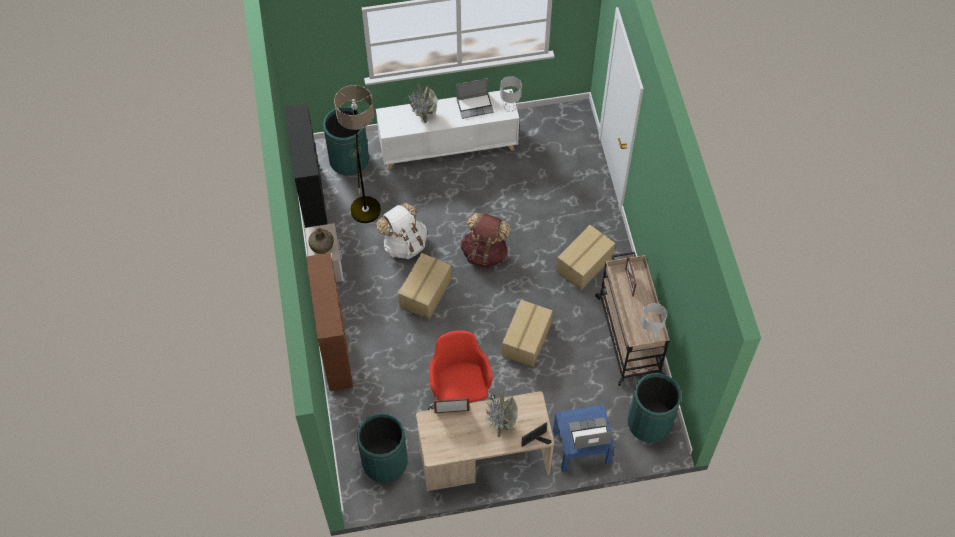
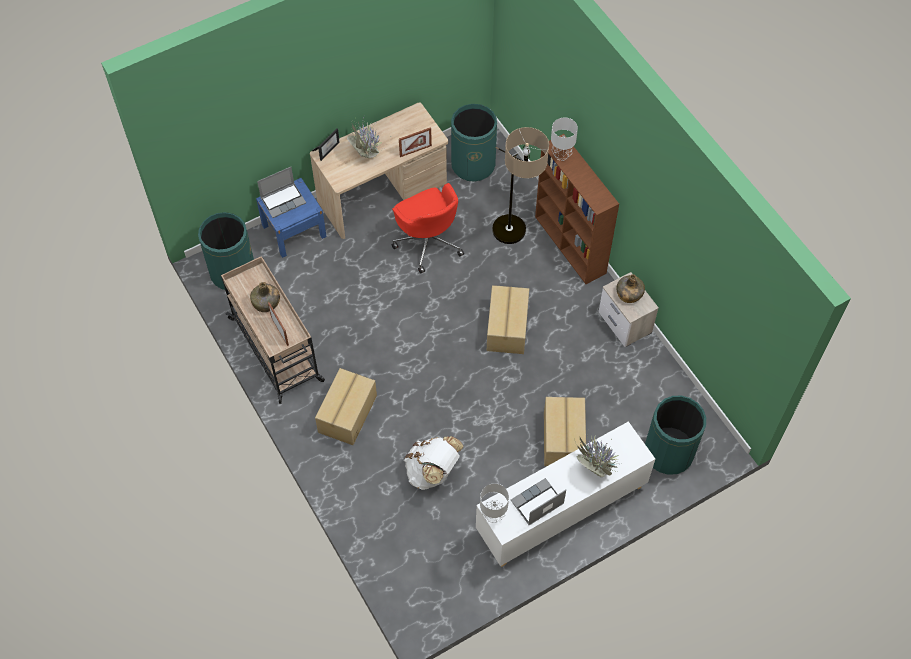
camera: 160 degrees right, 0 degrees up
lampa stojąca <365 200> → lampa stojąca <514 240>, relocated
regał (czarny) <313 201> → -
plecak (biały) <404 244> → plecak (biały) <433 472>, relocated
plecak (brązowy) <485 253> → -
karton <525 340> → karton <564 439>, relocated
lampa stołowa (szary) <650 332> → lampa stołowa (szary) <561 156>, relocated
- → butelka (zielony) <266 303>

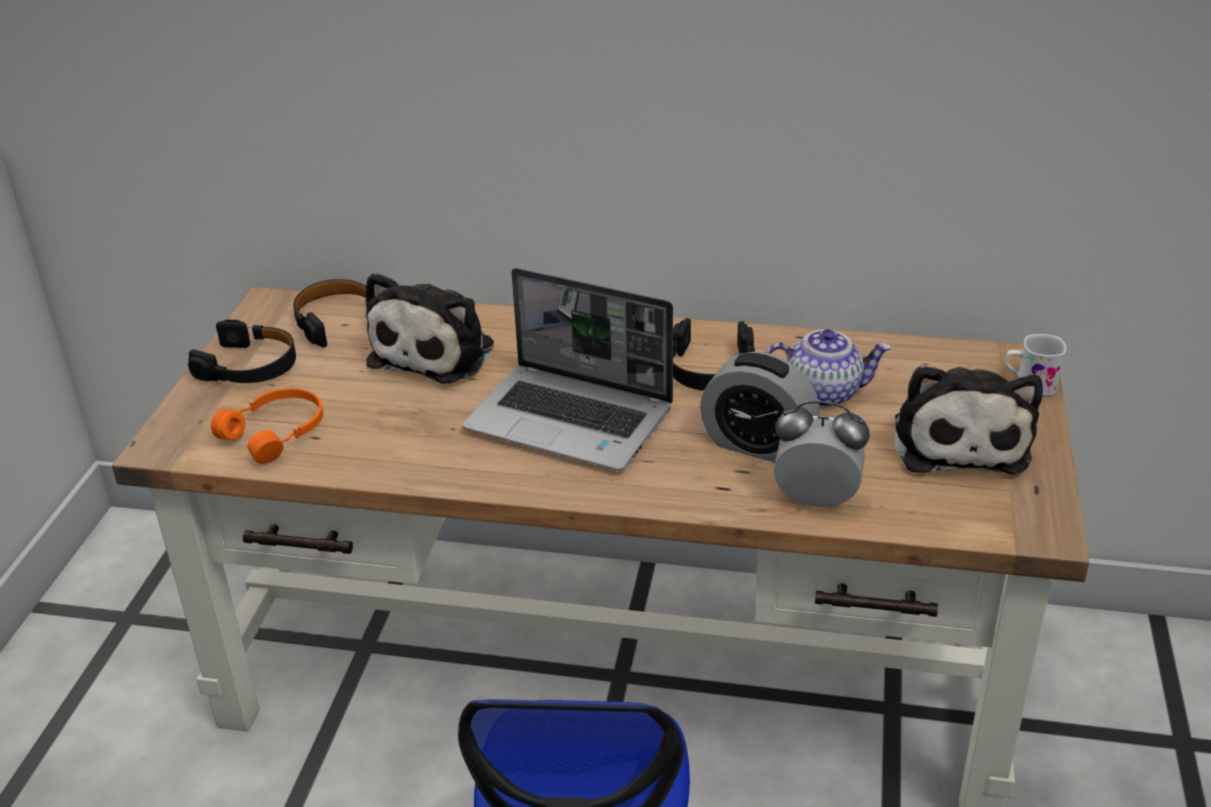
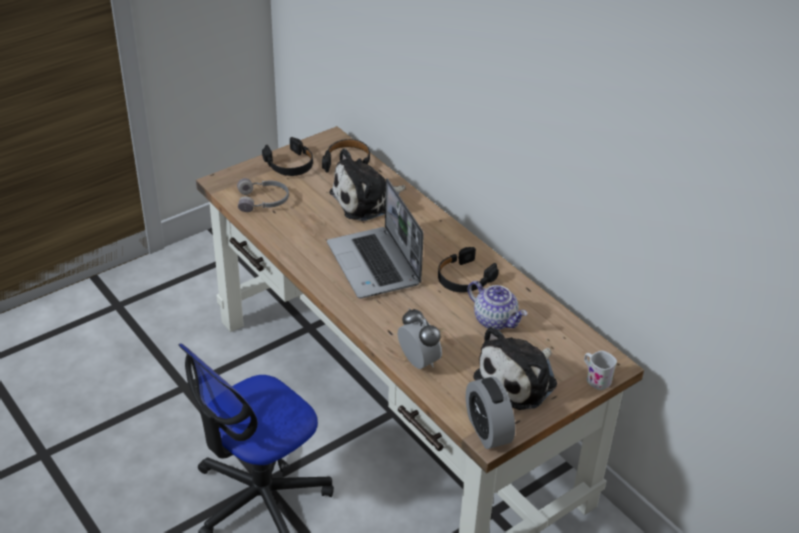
camera: 40 degrees right, 5 degrees up
budzik <757 445> → budzik <487 430>, relocated
słuchawki (pomarańczowy) <277 433> → słuchawki (szary) <263 201>

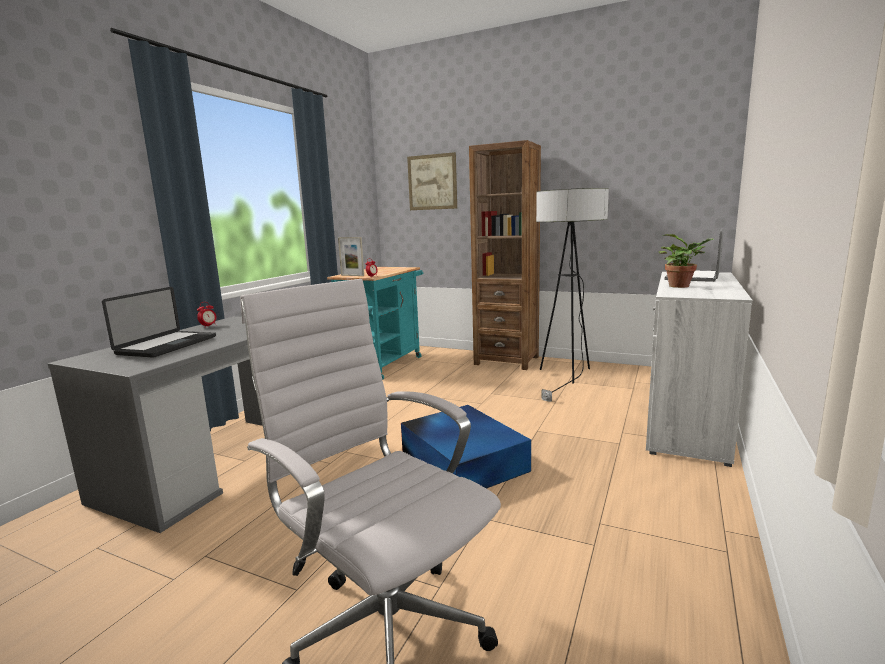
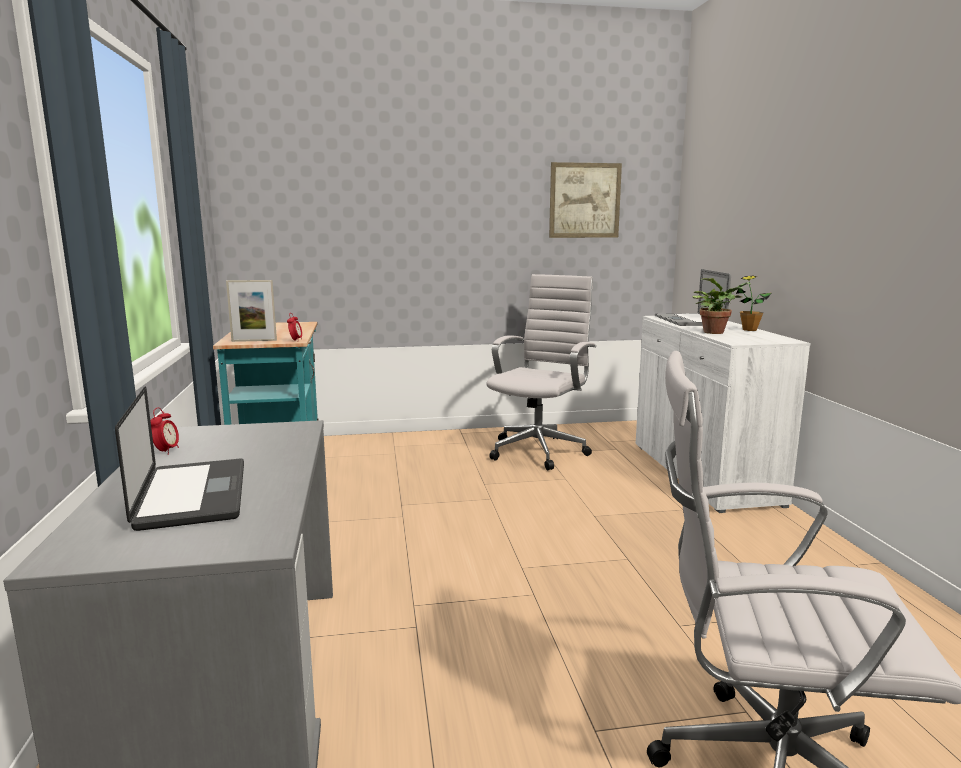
camera: 35 degrees left, 0 degrees up
regał (brązowy) <506 360> → -
obraz <432 182> → obraz <584 200>, relocated
lampa stojąca <566 379> → krzesło biurowe (biały) <540 450>
pojemnik do przechowywania (niebieski) <463 460> → -
- → roślina doniczkowa <749 330>

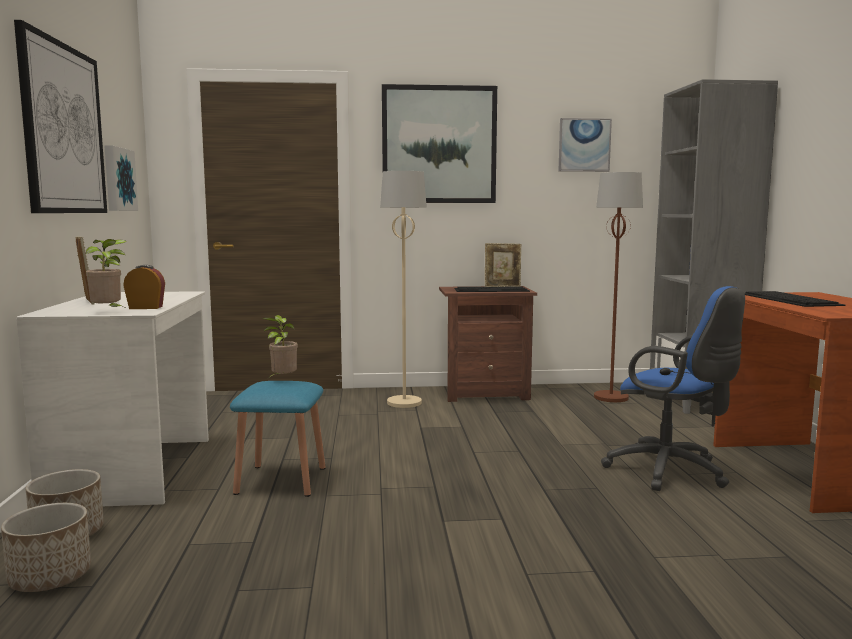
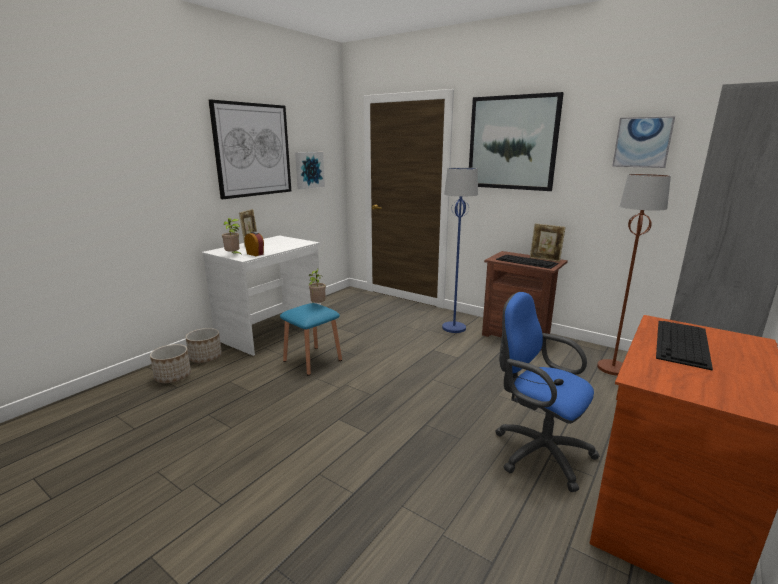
camera: 40 degrees right, 10 degrees up
lampa stojąca (beżowy) <404 402> → lampa stojąca (niebieski) <454 328>
krzesło biurowe (niebieski) <672 472> → krzesło biurowe (niebieski) <537 452>, 135 degrees clockwise

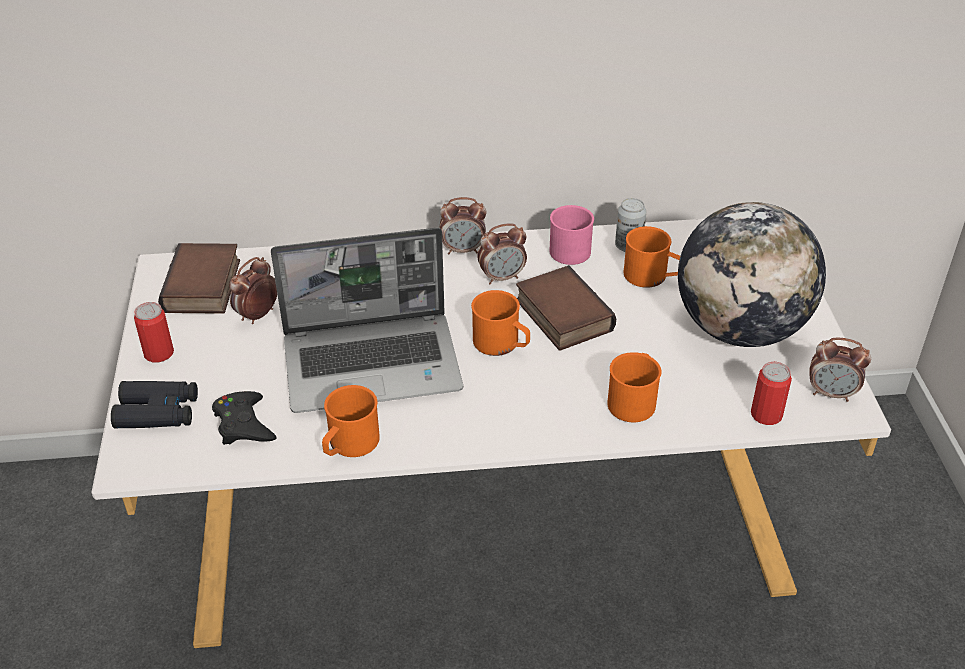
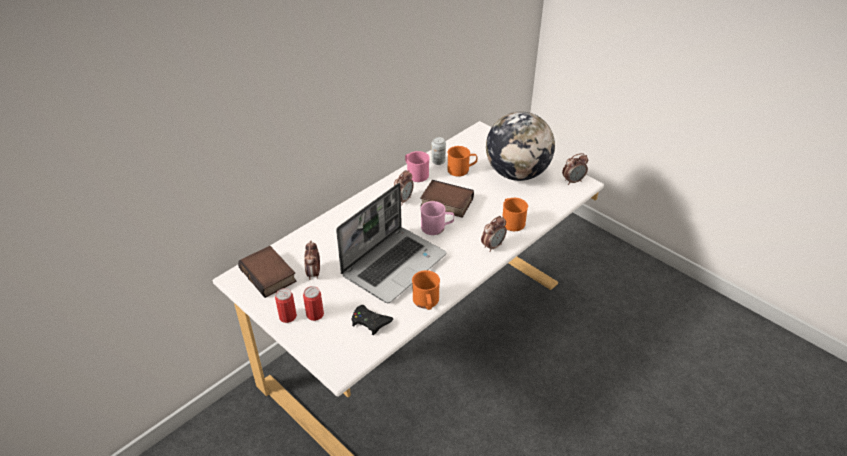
camera: 40 degrees left, 0 degrees up
budzik <463 250> → budzik <493 246>, relocated
kubek (pomarańczowy) <502 344> → kubek (różowy) <437 227>
puszka <766 415> → puszka <315 314>, relocated
lornetka (czarny) <158 412> → -

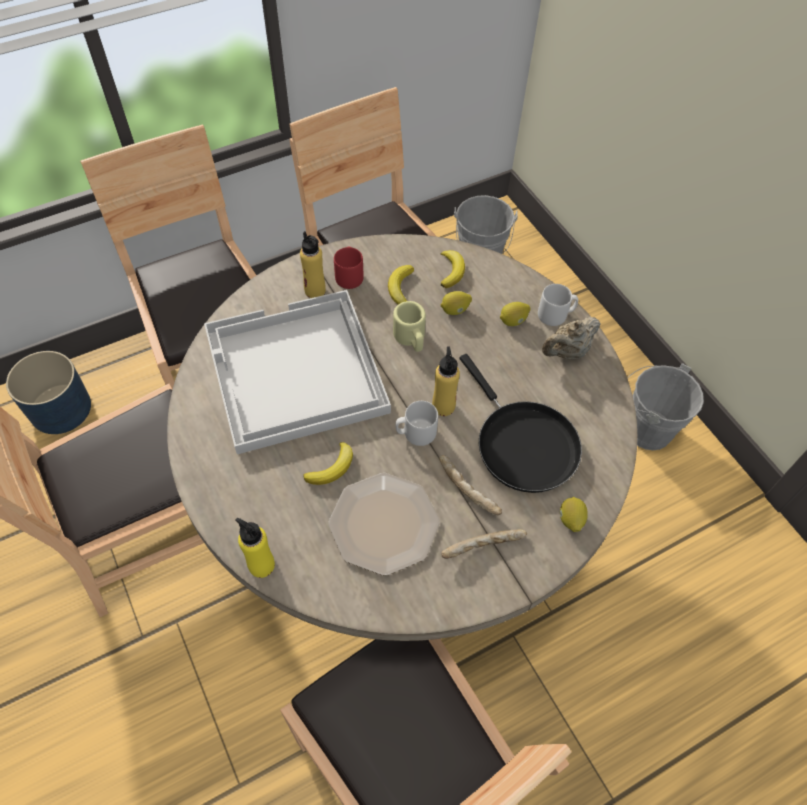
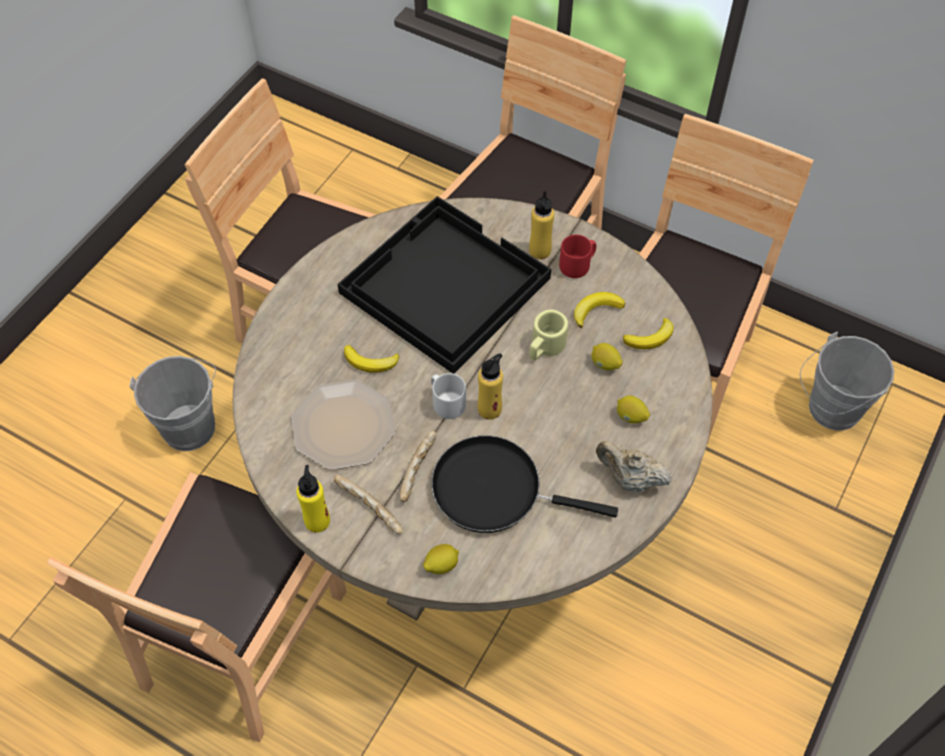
camera: 60 degrees right, 0 degrees up
kubek (szary) <555 315> → -
taca (biały) <294 373> → taca (czarny) <442 285>
donica (niebieski) <60 408> → -
patelnia (czarny) <522 444> → patelnia (czarny) <495 490>, 75 degrees clockwise
wiadro (szary) <643 427> → wiadro (szary) <190 423>, relocated
butelka (żółty) <261 565> → butelka (żółty) <317 521>, relocated

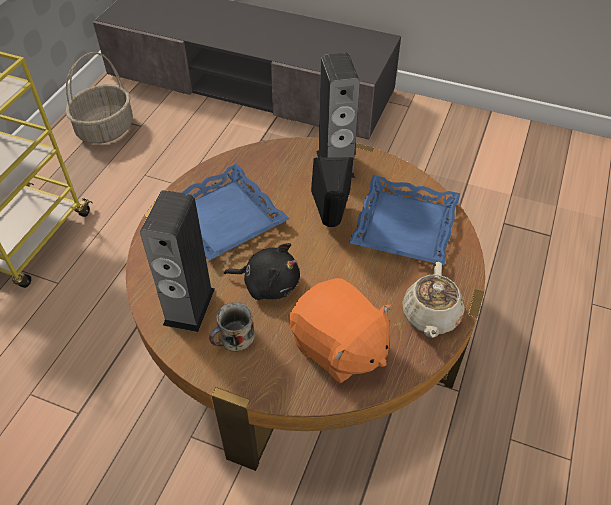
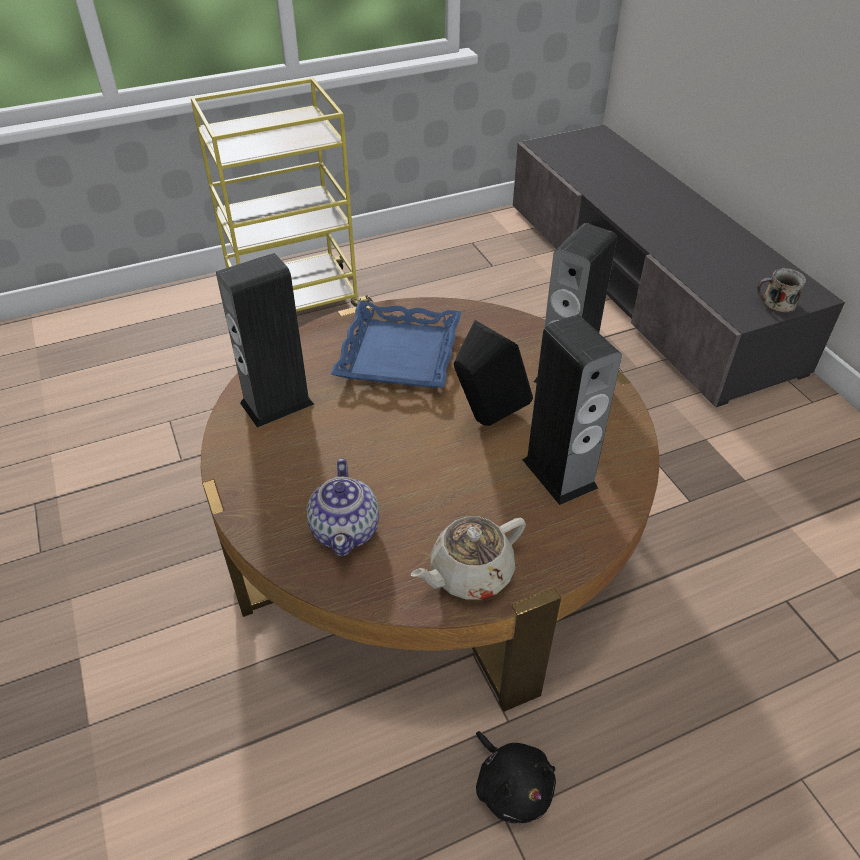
camera: 45 degrees right, 5 degrees down
koszyk <105 130> → -
taca (niebieski) <403 226> → głośnik <559 473>
pluszak (czarny) <268 284> → pluszak (czarny) <512 786>, relocated
pluszak (pomarańczowy) <338 348> → imbryk <346 529>
kubek <234 338> → kubek <776 303>, relocated

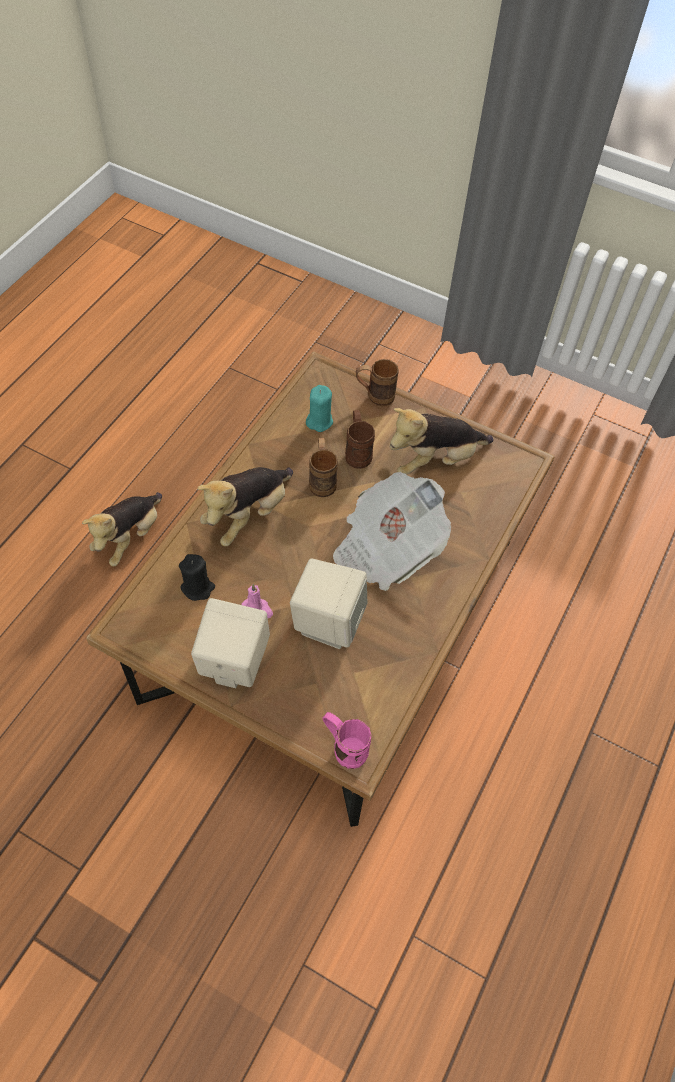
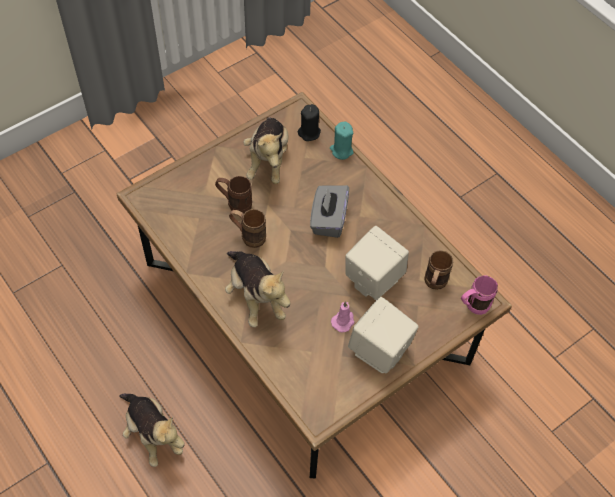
camera: 65 degrees left, 0 degrees up
kubek (brązowy) <374 396> → kubek (brązowy) <433 284>, relocated
świeca (turkusowy) <319 421> → świeca (turkusowy) <341 150>, relocated
gazeta <387 547> → pudełko chusteczek (szary) <328 220>
świeca (czarny) <198 588> → świeca (czarny) <309 133>, relocated

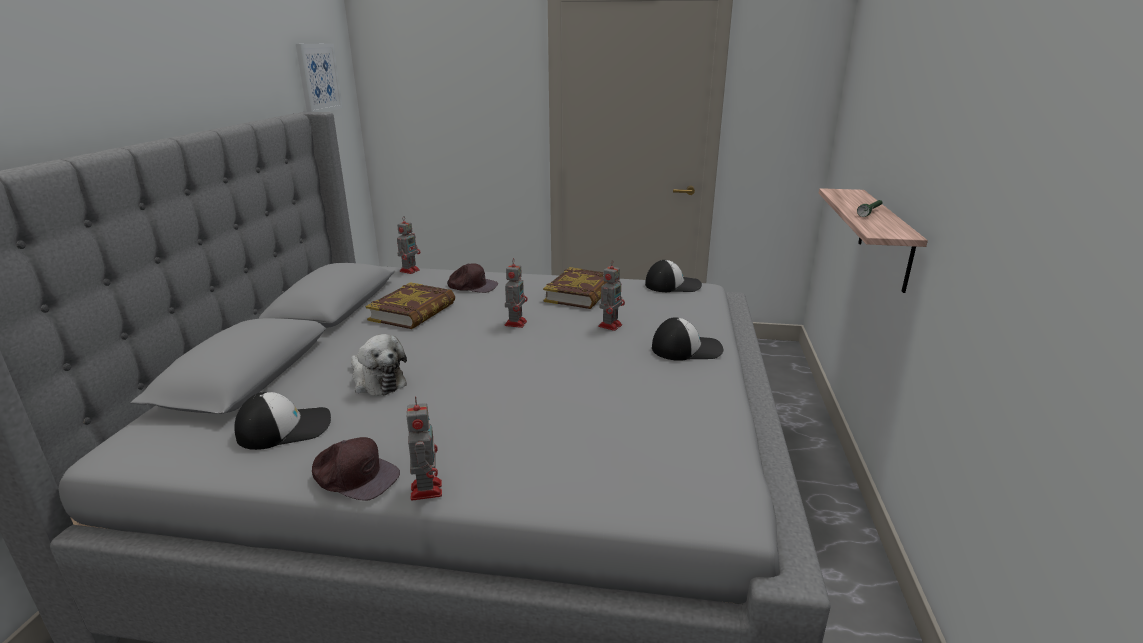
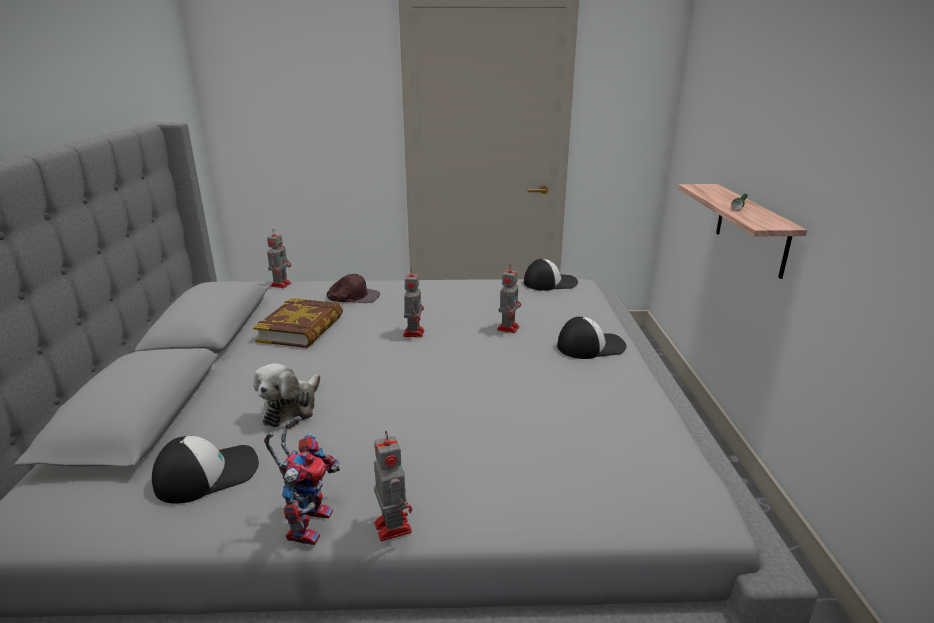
camera: 10 degrees left, 0 degrees up
obraz <318 78> → -
książka <581 294> → -
pluszak <377 381> → pluszak <292 409>, 75 degrees clockwise
czapka z daszkiem (brązowy) <355 476> → robot zabawkowy <308 521>

